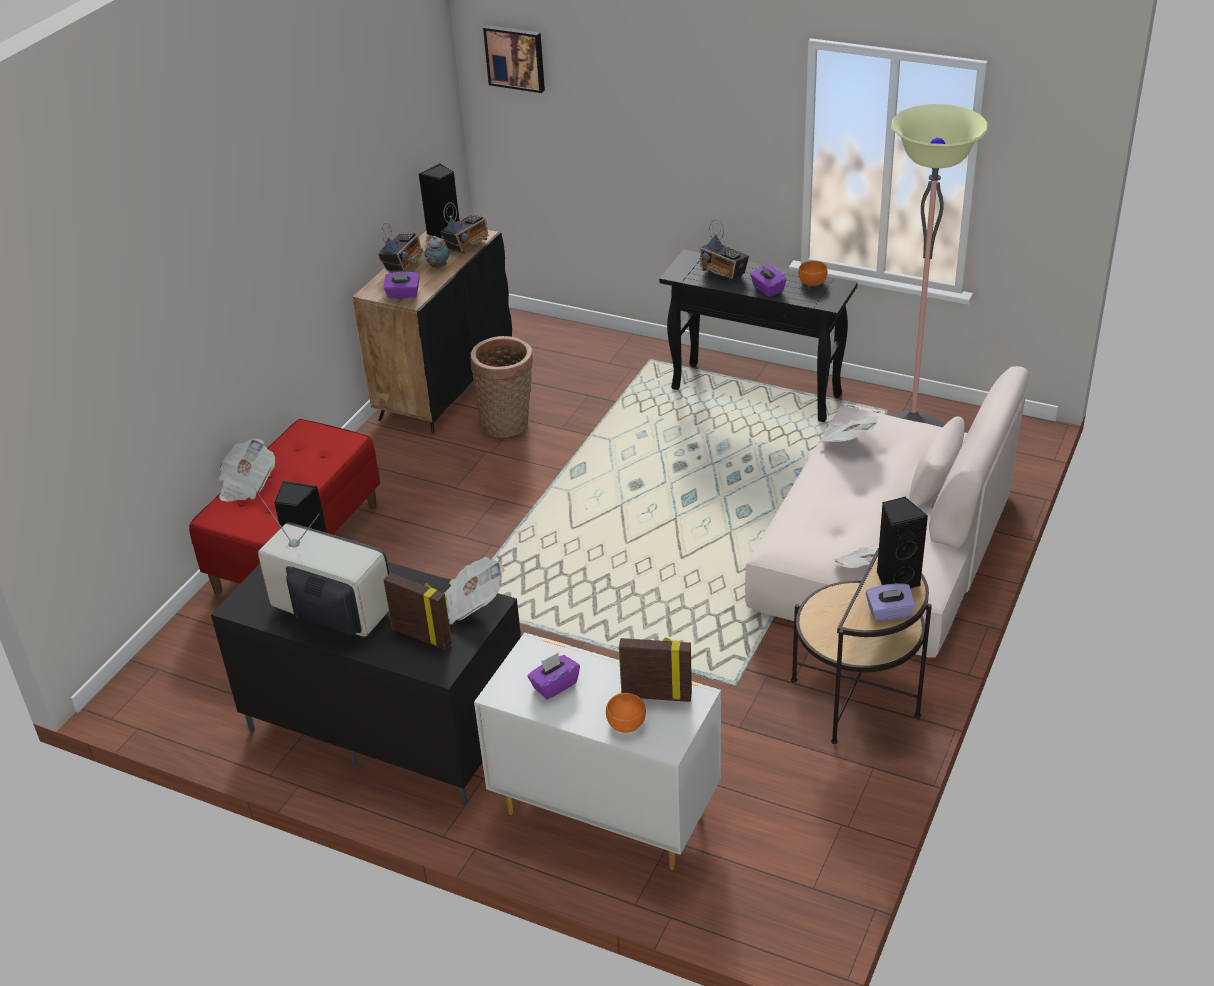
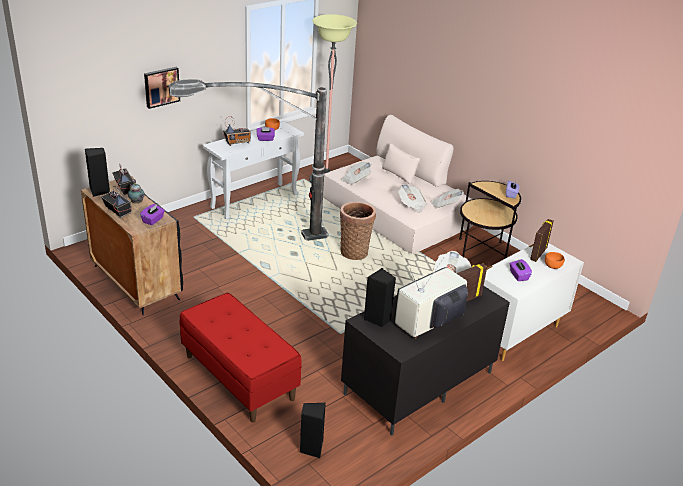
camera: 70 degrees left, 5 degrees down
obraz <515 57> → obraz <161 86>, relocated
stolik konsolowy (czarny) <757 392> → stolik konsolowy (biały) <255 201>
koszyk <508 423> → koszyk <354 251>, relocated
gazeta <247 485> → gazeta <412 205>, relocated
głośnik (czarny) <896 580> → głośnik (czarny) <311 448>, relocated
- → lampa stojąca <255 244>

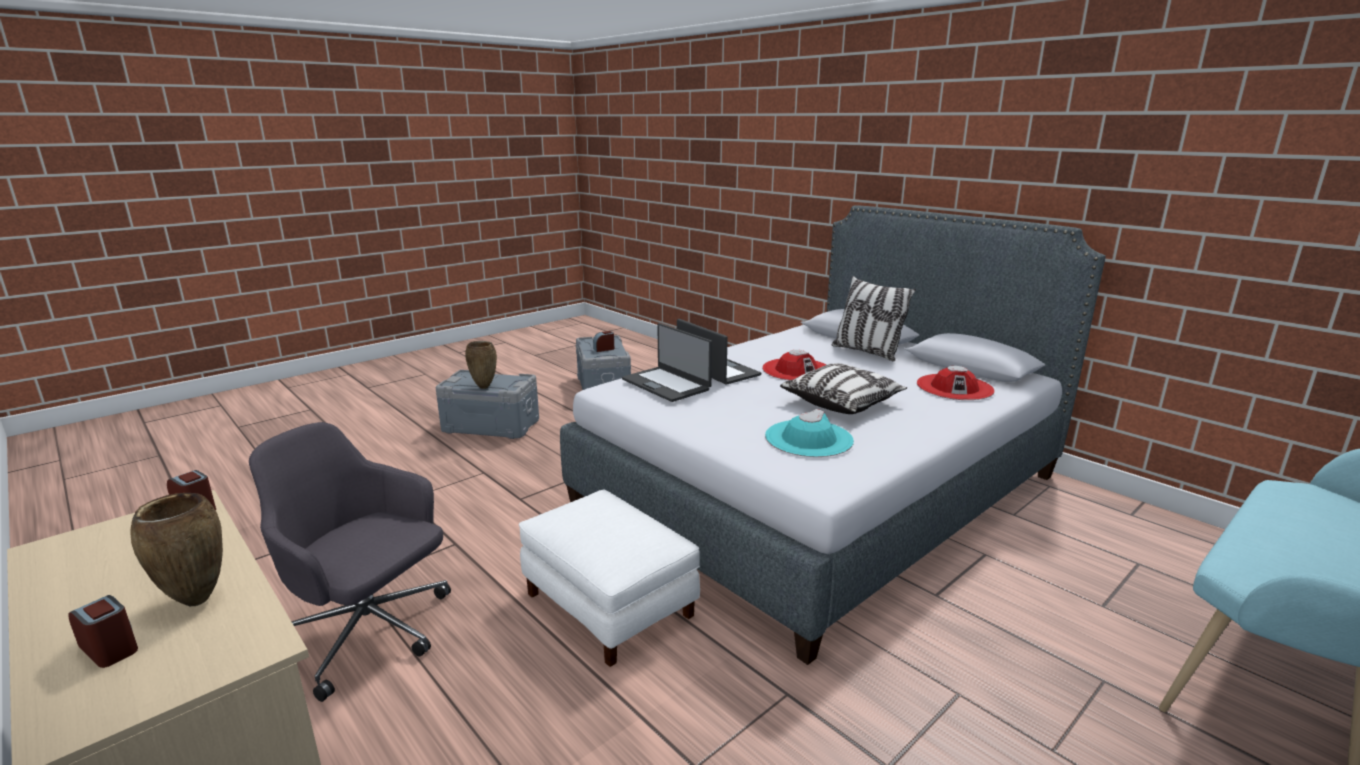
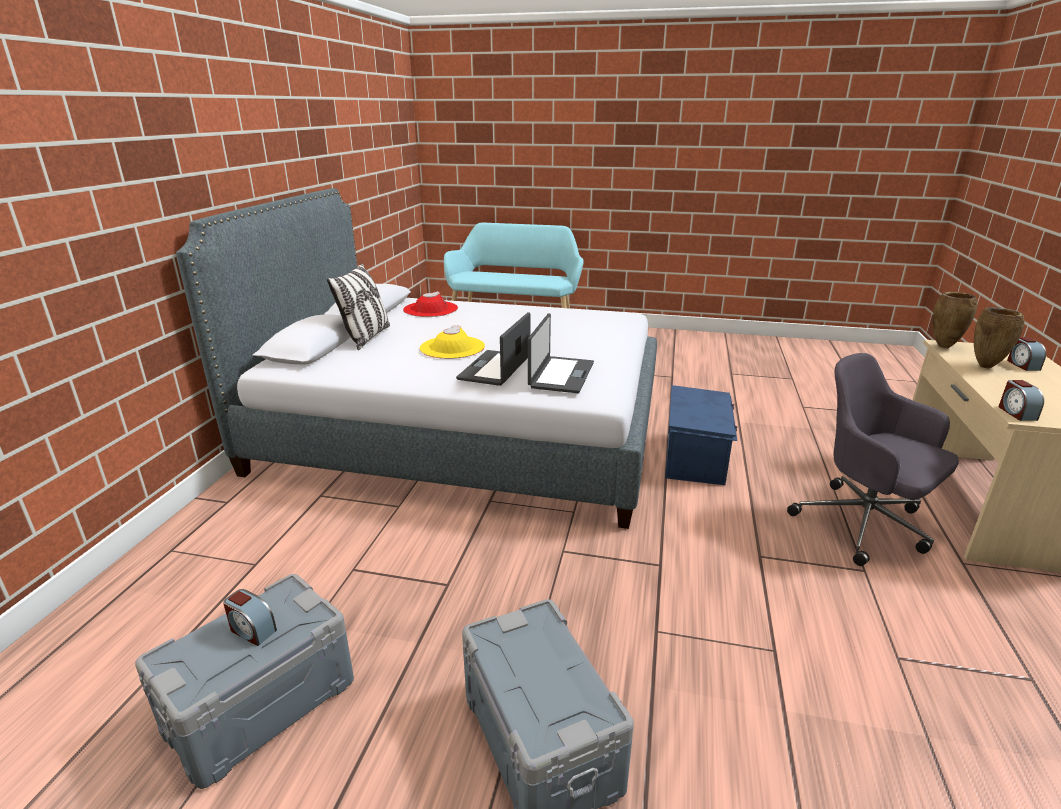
camera: 125 degrees left, 5 degrees up
wazon (brązowy) <484 387> → wazon (brązowy) <942 346>, relocated
kapelusz (czerwony) <796 370> → kapelusz (żółty) <452 347>
poduszka <842 403> → -
kapelusz (turkusowy) <808 439> → -
krzesło biurowe (szary) <370 633> → krzesło biurowe (szary) <864 525>, 150 degrees clockwise
pufa (biały) <610 604> → pojemnik do przechowywania (niebieski) <696 457>

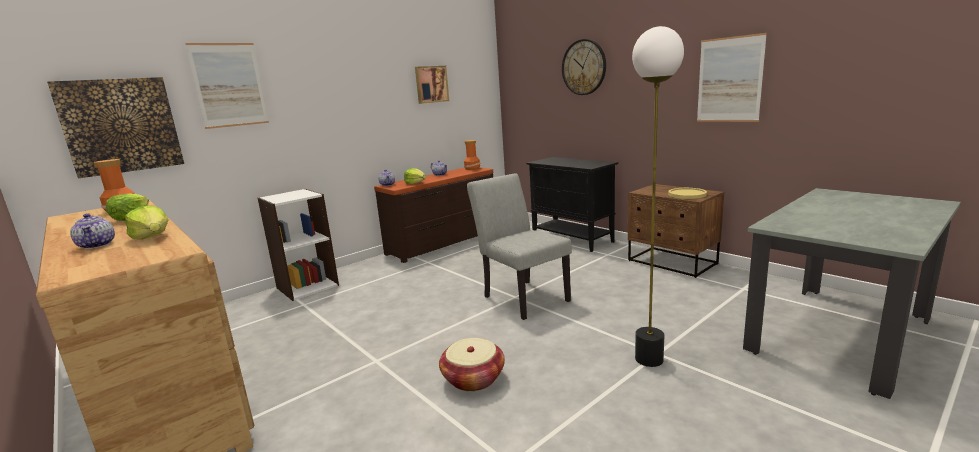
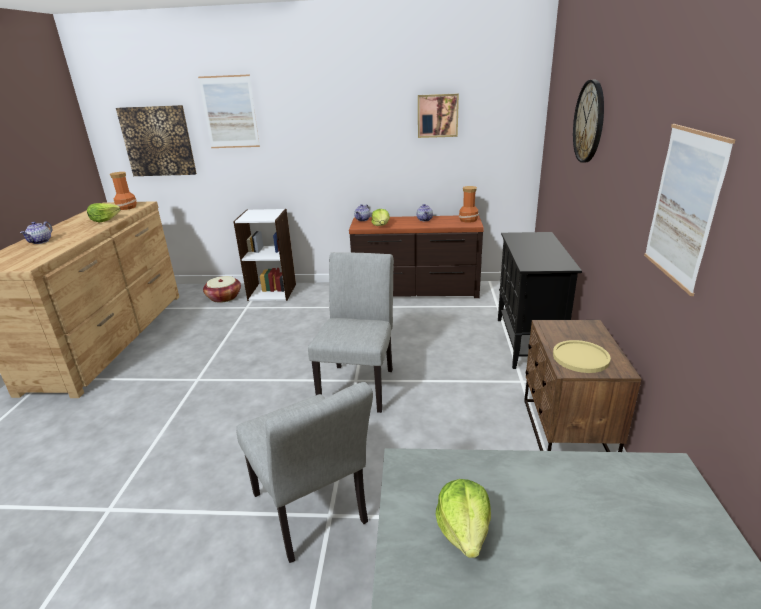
camera: 45 degrees right, 10 degrees up
lampa stojąca <649 359> → krzesło (szary) <313 514>
sałata <152 237> → sałata <464 530>, relocated
koszyk <473 378> → koszyk <224 297>, relocated

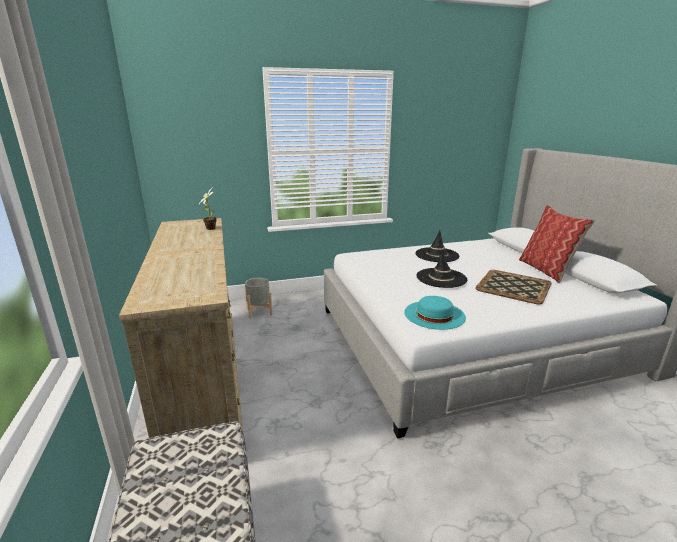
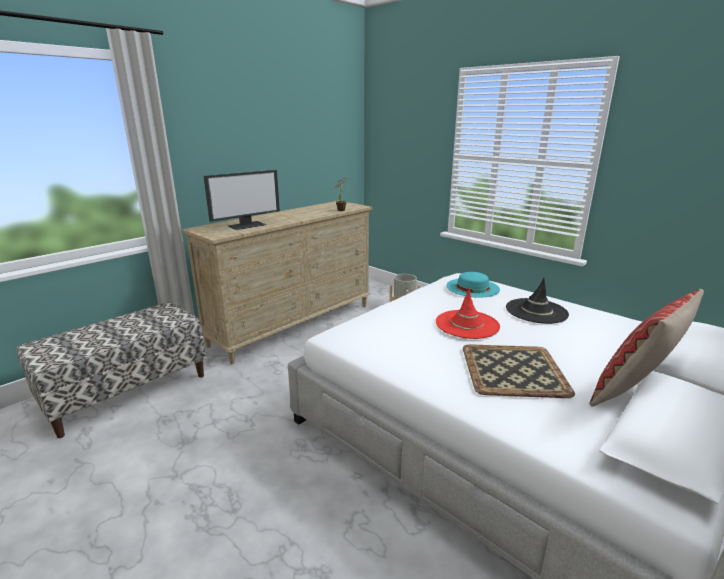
camera: 60 degrees right, 0 degrees up
kapelusz (czarny) <441 278> → kapelusz (czerwony) <467 324>
kapelusz (turkusowy) <434 314> → kapelusz (turkusowy) <472 287>, relocated
- → monitor <247 225>

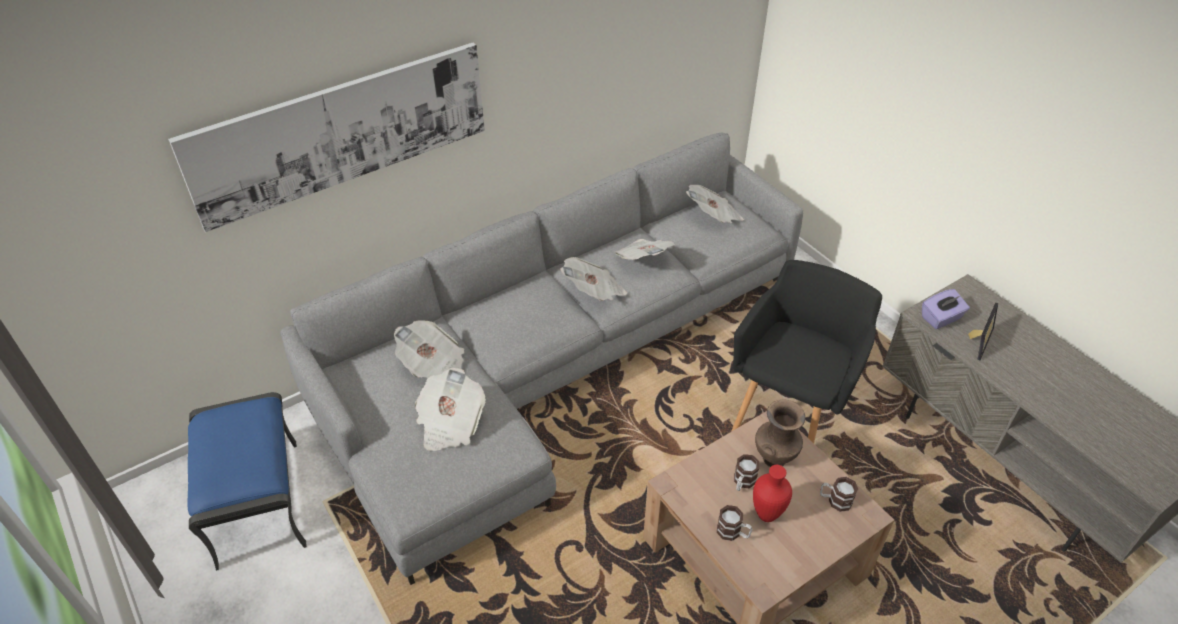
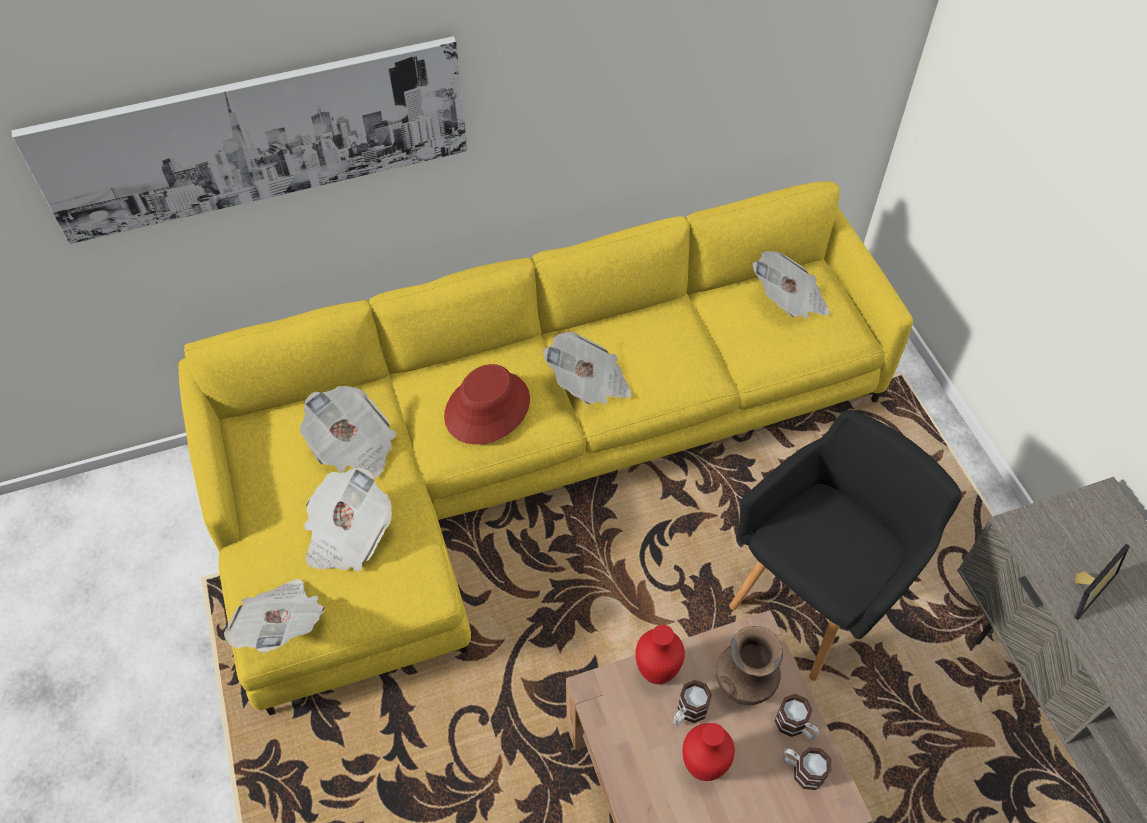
camera: 15 degrees right, 10 degrees up
kanapa (szary) <549 367> → kanapa (żółty) <525 457>
gazeta <643 260> → gazeta <282 625>, relocated
pudełko chusteczek (fioletowy) <941 318> → -
pufa (niebieski) <260 502> → -
kubek <733 533> → kubek <795 726>, relocated
- → kapelusz (czerwony) <487 408>
- → wazon (czerwony) <655 672>

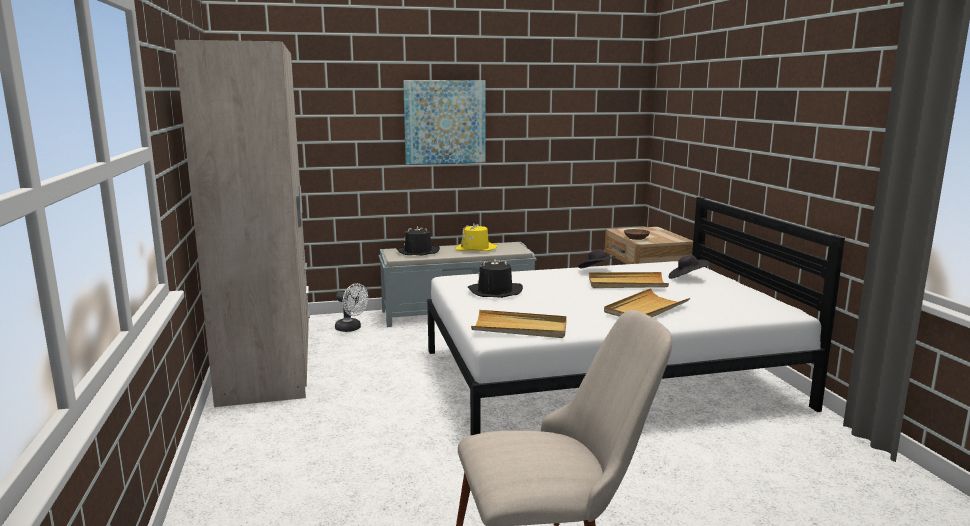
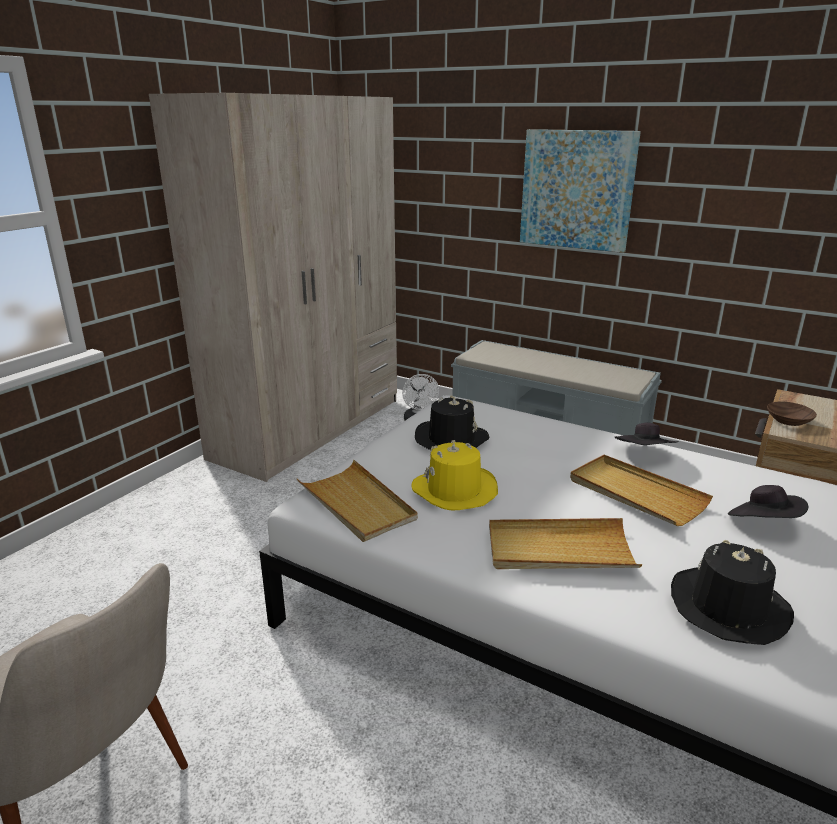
camera: 45 degrees right, 10 degrees up
kapelusz (żółty) <476 248> → kapelusz (żółty) <454 490>, relocated
kapelusz (czarny) <418 252> → kapelusz (czarny) <728 607>, relocated

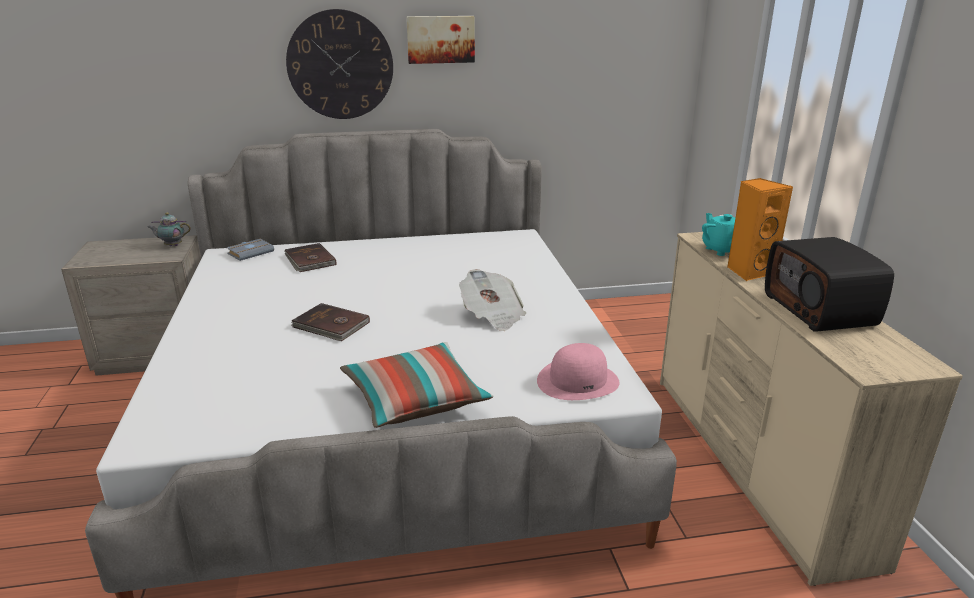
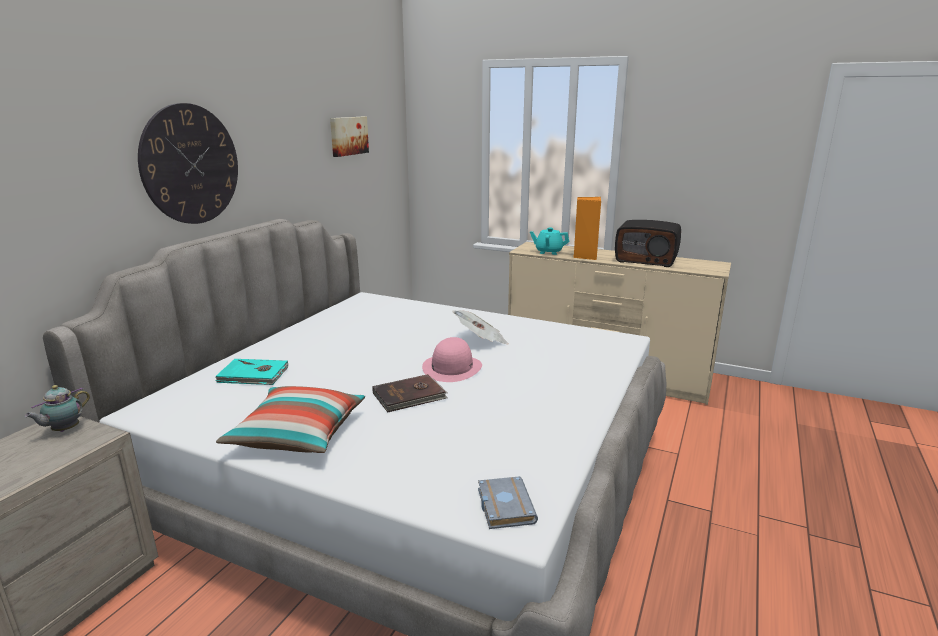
camera: 55 degrees left, 5 degrees down
obraz <440 39> → obraz <348 136>, relocated
książka (szary) <251 252> → książka (szary) <503 506>, relocated
książka (brązowy) <309 260> → książka (turkusowy) <253 375>
poduszka <415 400> → poduszka <298 435>, relocated
kapelusz (różowy) <578 381> → kapelusz (różowy) <452 367>, relocated

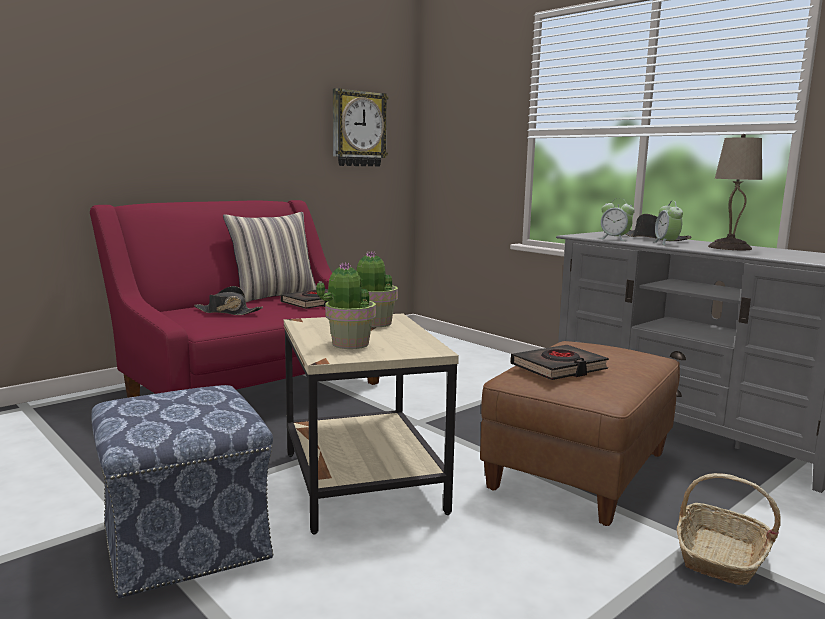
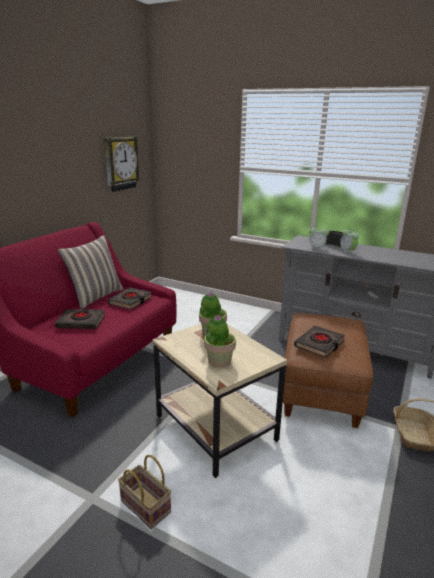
camera: 20 degrees left, 10 degrees up
lampa stołowa (beżowy) <730 247> → -
kapelusz (czarny) <227 312> → książka (czarny) <81 322>
pufa <185 540> → koszyk <144 506>

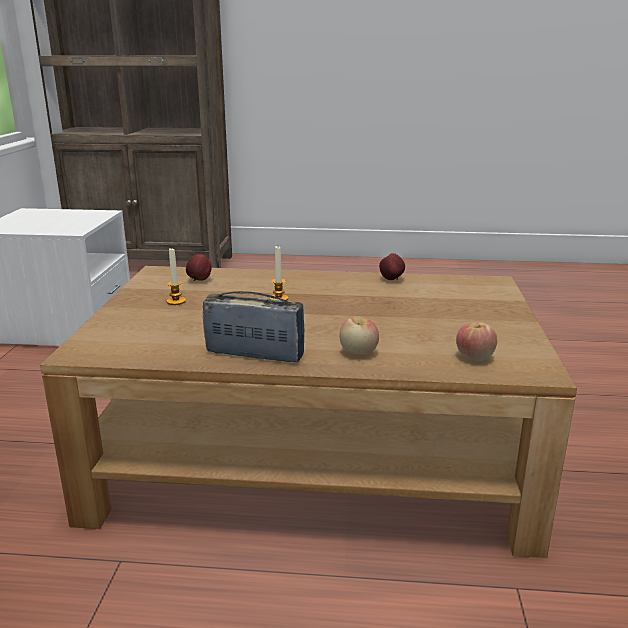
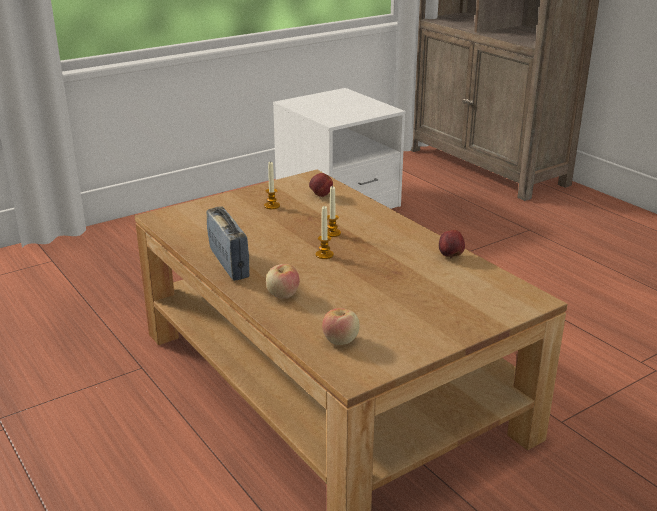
camera: 50 degrees right, 5 degrees up
- → świeca <324 255>

